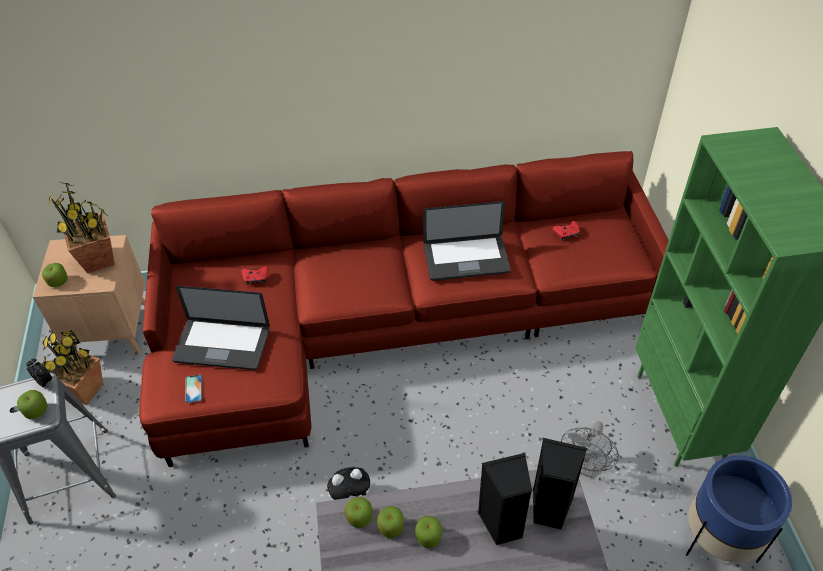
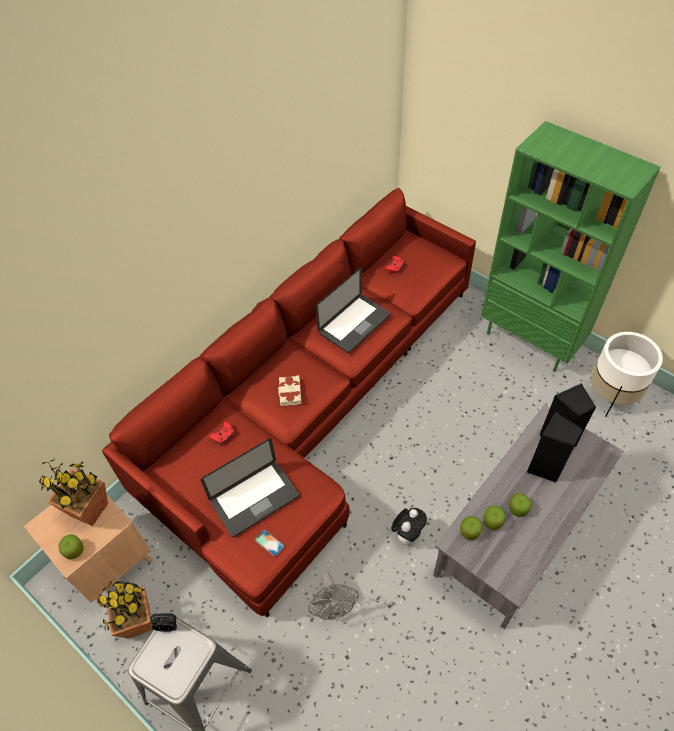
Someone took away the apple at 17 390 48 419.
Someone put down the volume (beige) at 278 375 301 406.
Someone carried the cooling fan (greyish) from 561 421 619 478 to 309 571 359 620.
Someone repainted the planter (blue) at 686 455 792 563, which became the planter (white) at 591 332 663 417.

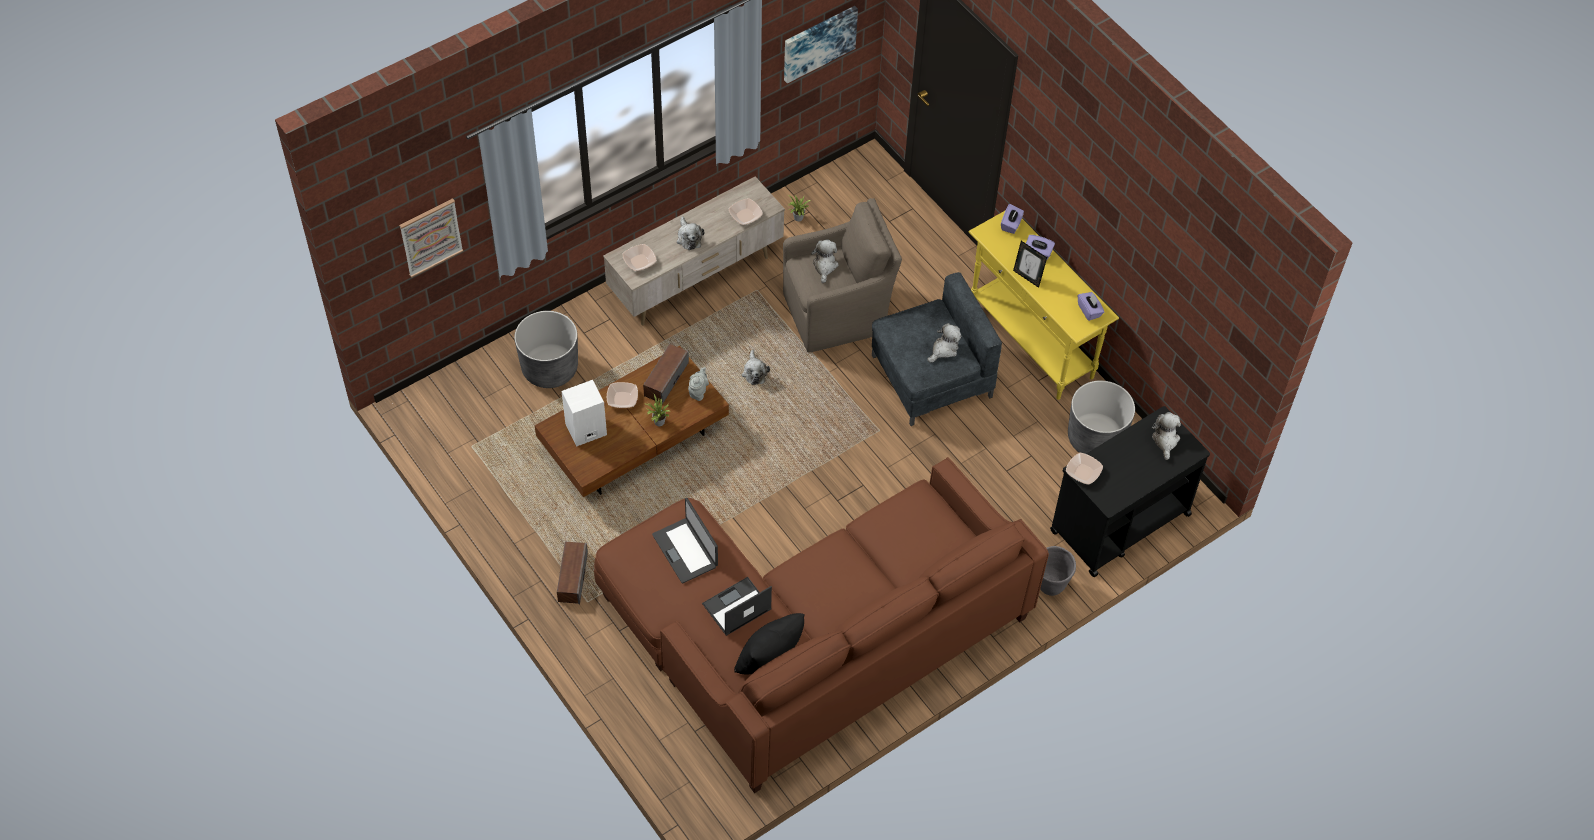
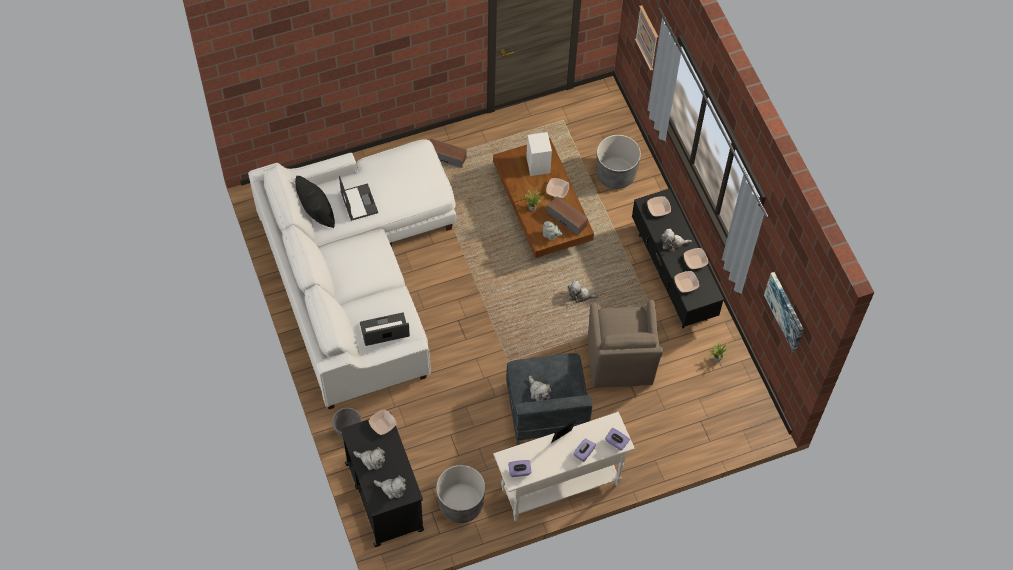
Someone put down the bowl at 684 248 708 269.
Someone carried the portable computer from 652 498 718 584 to 360 312 410 346.
Someone carried the plush toy from 811 239 839 283 to 353 447 385 470.
Someone repainted the sofa (brown-coloured) at 594 457 1049 793, which became the sofa (white) at 248 139 456 409.
Someone repainted the media console (beige) at 603 176 785 326, which became the media console (black-coloured) at 632 189 724 328.
Someone repainted the narrow table (yellow) at 969 210 1119 400, which became the narrow table (white) at 493 412 635 521.

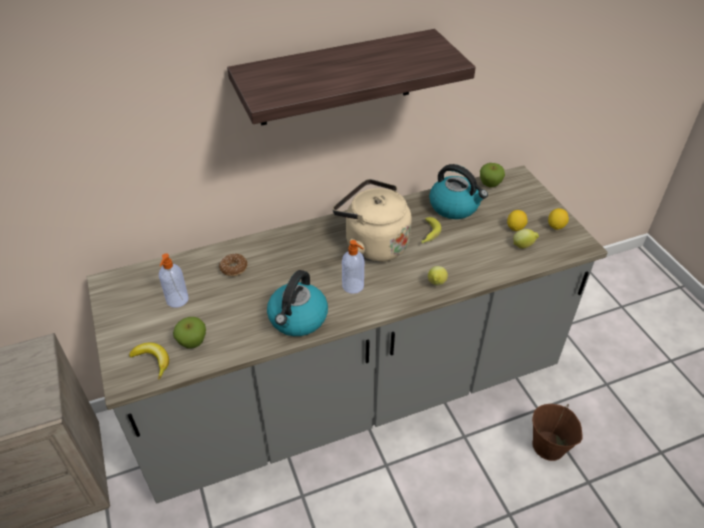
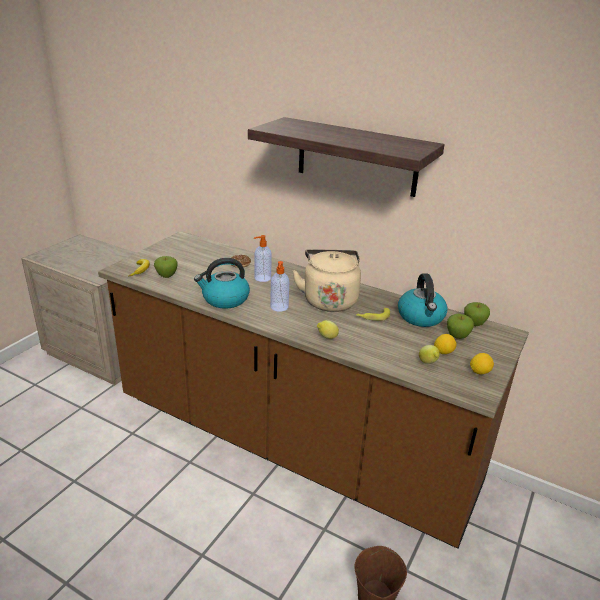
Someone put down the apple at 447 314 474 339.
Someone carried the soap bottle from 159 253 189 308 to 254 235 272 282.
Someone repainted the kitchen counter (greyish) at 87 165 608 503, which became the kitchen counter (brown-coloured) at 98 231 529 549.

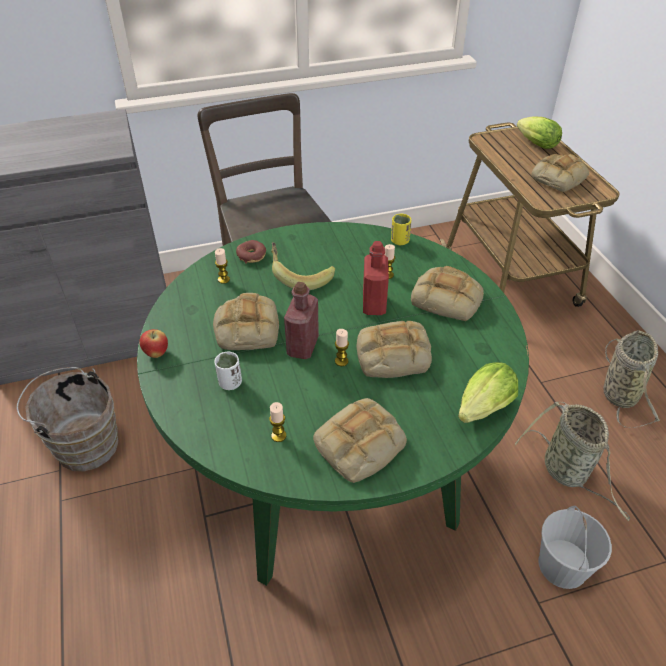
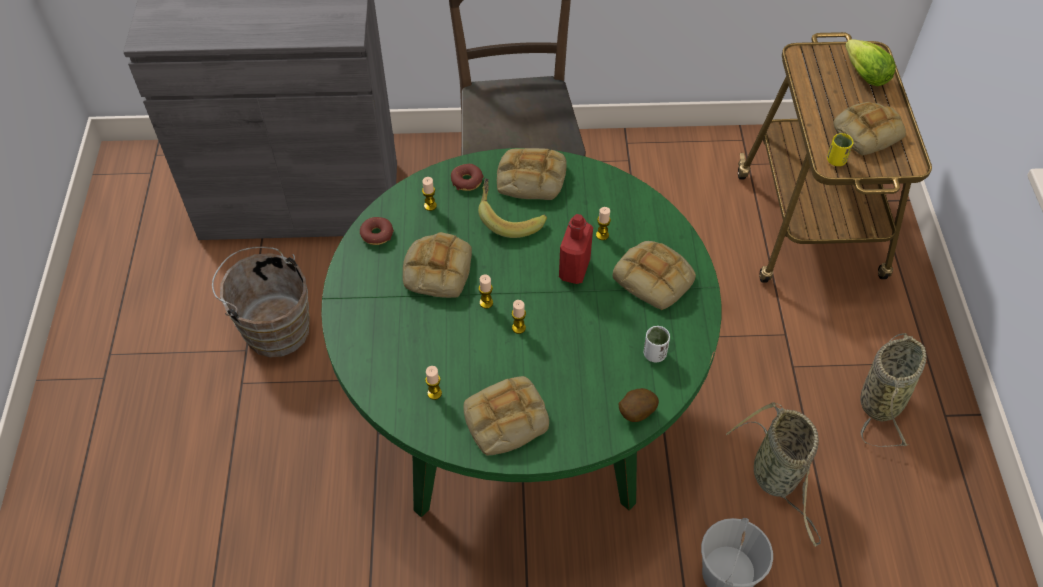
Someone took away the apple at 139 329 168 358.
Someone put down the donut at 360 217 394 245.
Someone carried the small cup (white) from 214 352 242 390 to 644 326 670 363.
Someone carried the bread from 356 321 432 378 to 497 148 567 200.
Someone carried the small cup (yellow) from 391 214 411 245 to 827 133 853 166.
Someone swapped the beverage bottle (reddish) at 284 282 319 359 for the candle at 479 274 493 309.
Someone swapped the head of lettuce at 458 362 518 423 for the whole potato at 619 388 659 422.

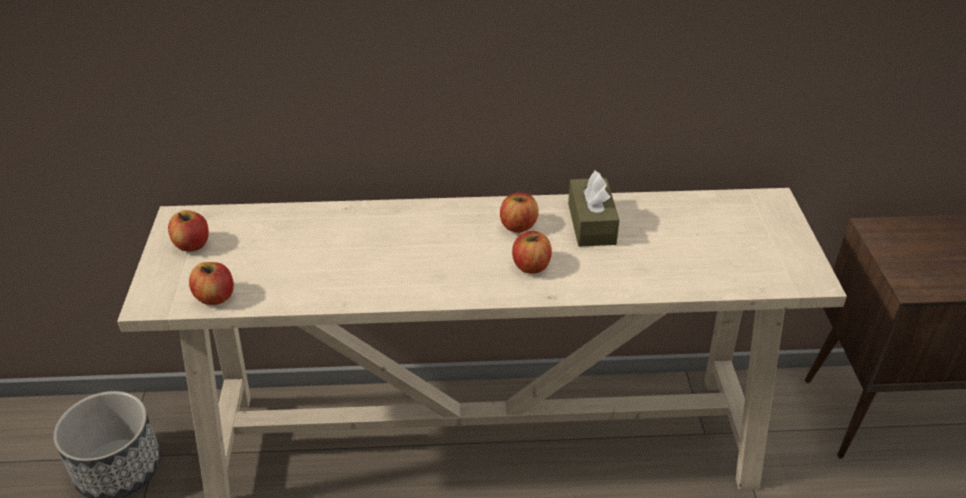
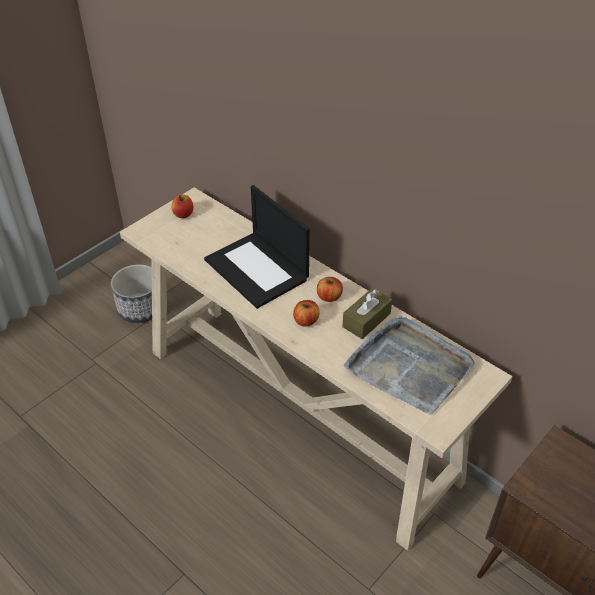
Someone took away the apple at 189 262 234 305.
Someone put down the portable computer at 204 185 310 309.
Someone put down the tray (greyish) at 344 315 475 415.

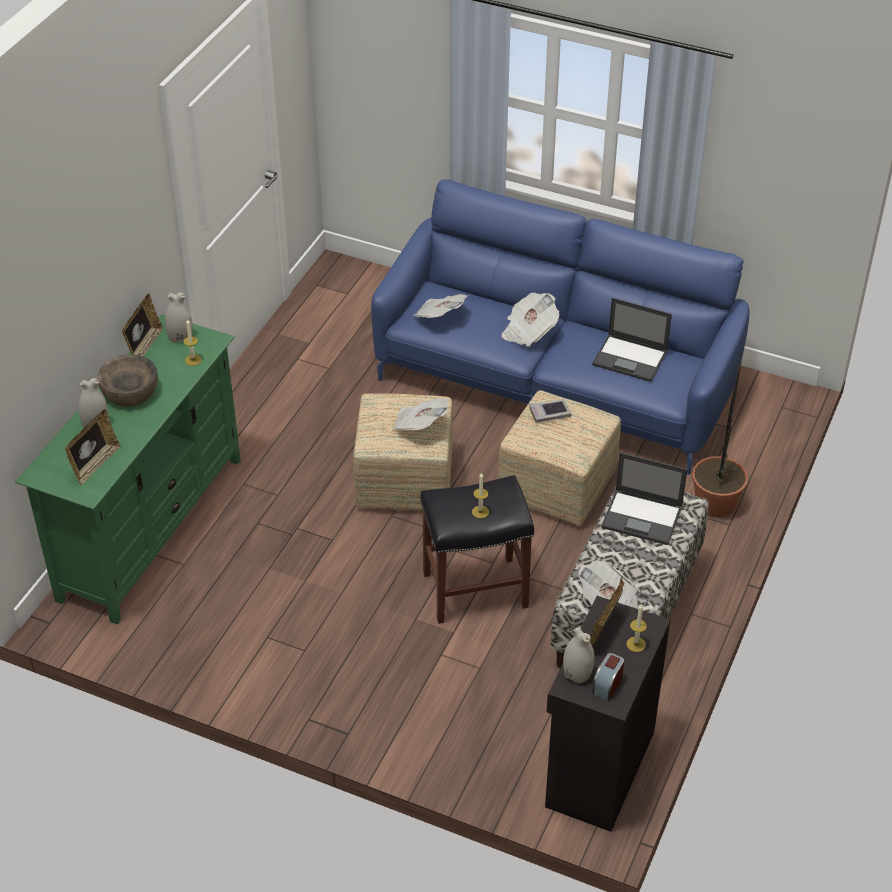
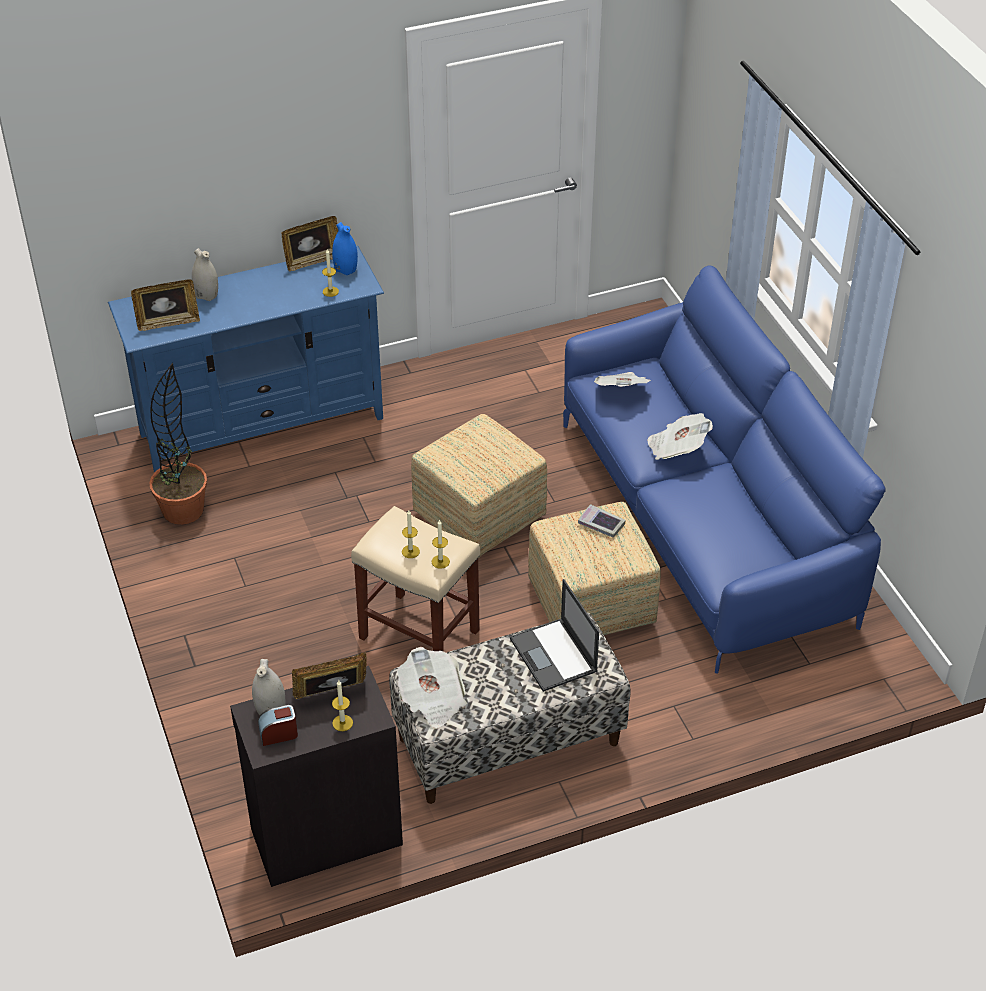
Someone took away the bowl (brown-coloured) at 98 354 158 407.
Someone took away the newspaper at 392 398 449 431.
Someone took away the portable computer at 592 298 672 382.
Someone put down the candle at 432 520 450 569.
Someone carried the plant in a pot from 692 359 748 517 to 149 363 207 525.
Someone repainted the media console (greenish) at 15 314 241 625, which became the media console (blue) at 108 245 384 473.
Someone repainted the flower vase (white) at 165 292 193 343, which became the flower vase (blue) at 332 222 358 275.
Someone repainted the sitting stool (black-coloured) at 420 475 534 624, which became the sitting stool (beige) at 351 506 480 651.

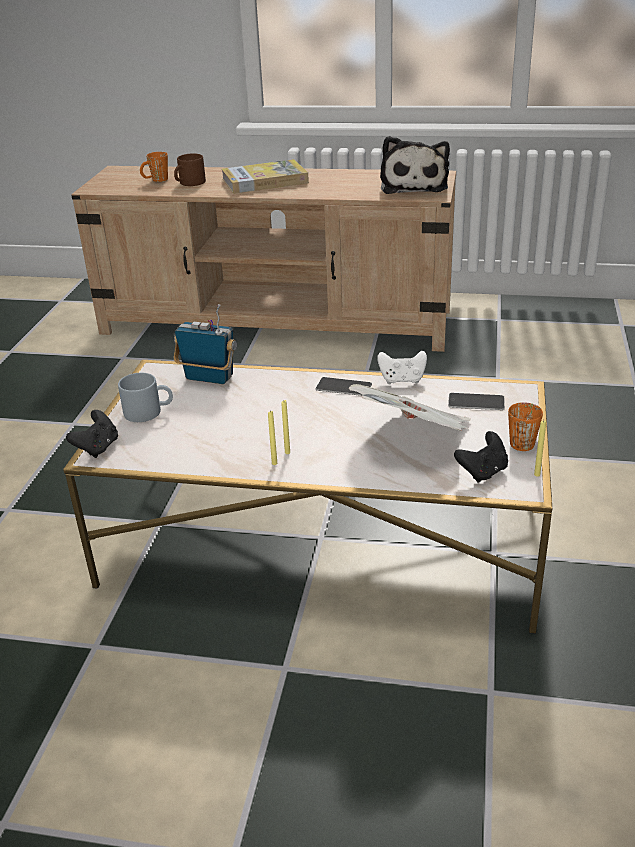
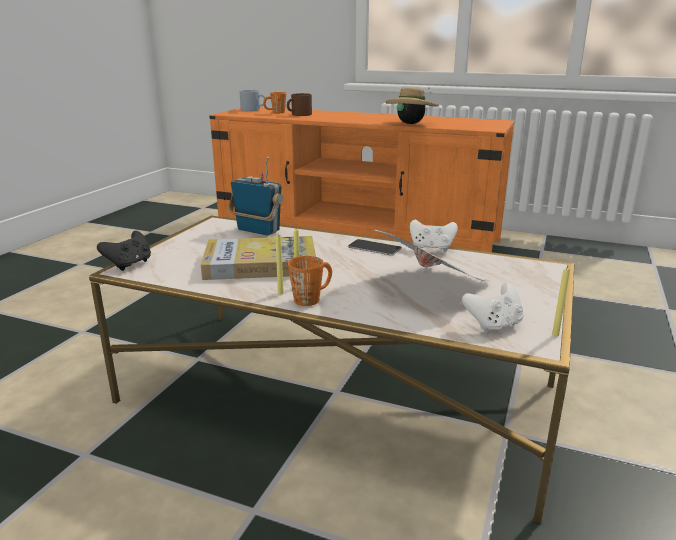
Someone took away the plush toy at 380 136 450 194.
Someone took away the handset at 448 393 505 410.
Someone put down the wearable hat (beige) at 386 88 439 124.
Someone carried the mug (greyish) from 118 373 173 422 to 240 90 266 111.
Someone carried the volume from 222 159 309 194 to 201 236 316 280.
Someone carried the mug (orangey) from 508 402 543 451 to 288 256 332 306.
Someone repainted the media console (beige) at 71 166 456 352, which became the media console (orangey) at 209 107 514 252.
Someone repainted the joypad (black-coloured) at 454 431 508 483, which became the joypad (white) at 462 283 524 333.

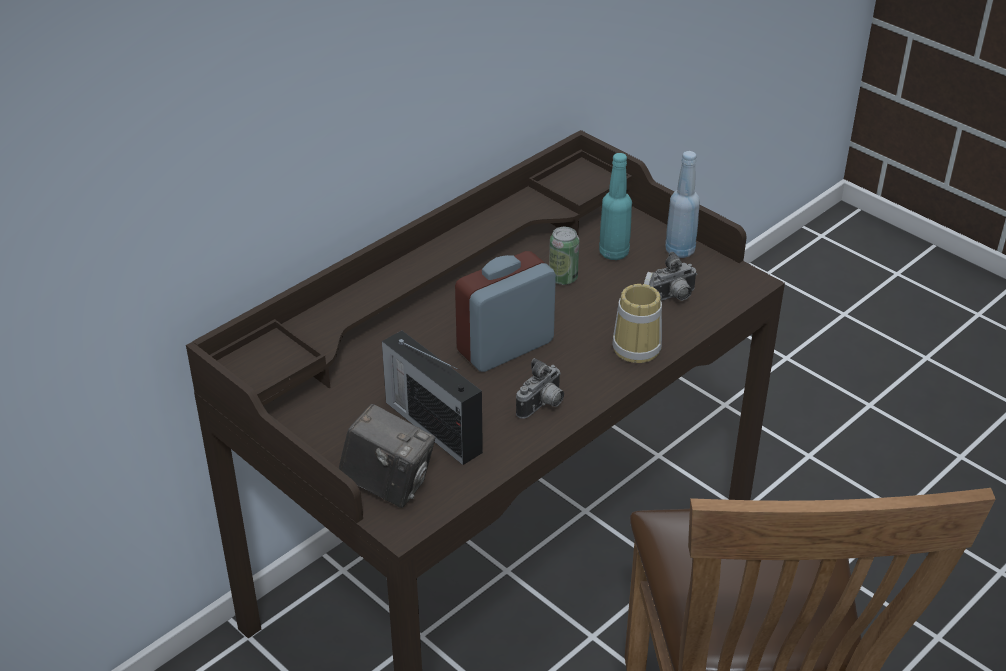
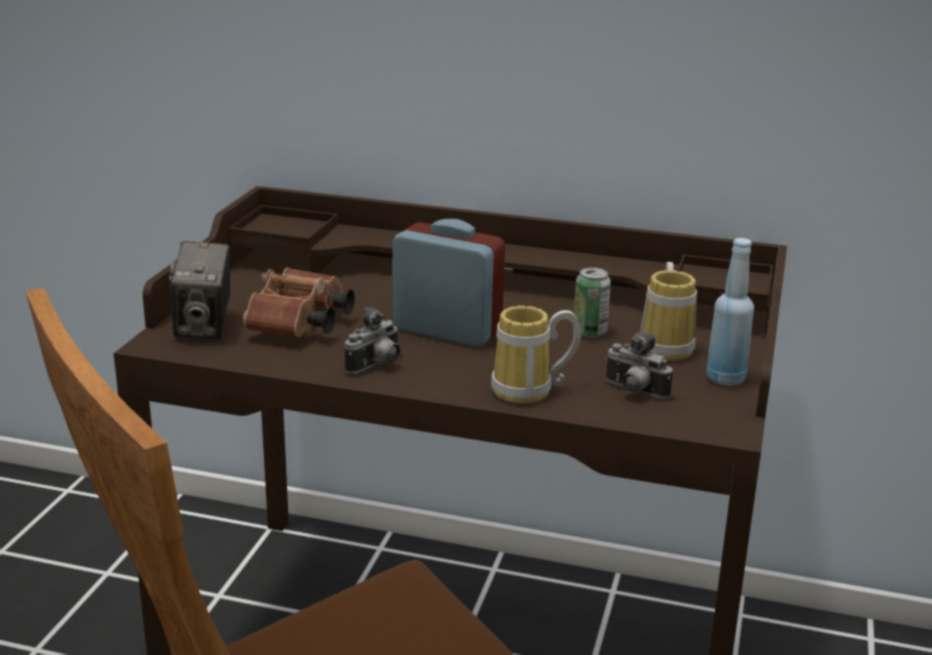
Someone swapped the radio receiver at 382 330 483 465 for the pair of binoculars (brown-coloured) at 242 268 355 338.
Someone swapped the beverage bottle (turquoise-coloured) at 599 153 632 260 for the mug at 640 262 697 361.
Someone rotated the photo camera at 516 358 564 419 by 60 degrees counterclockwise.

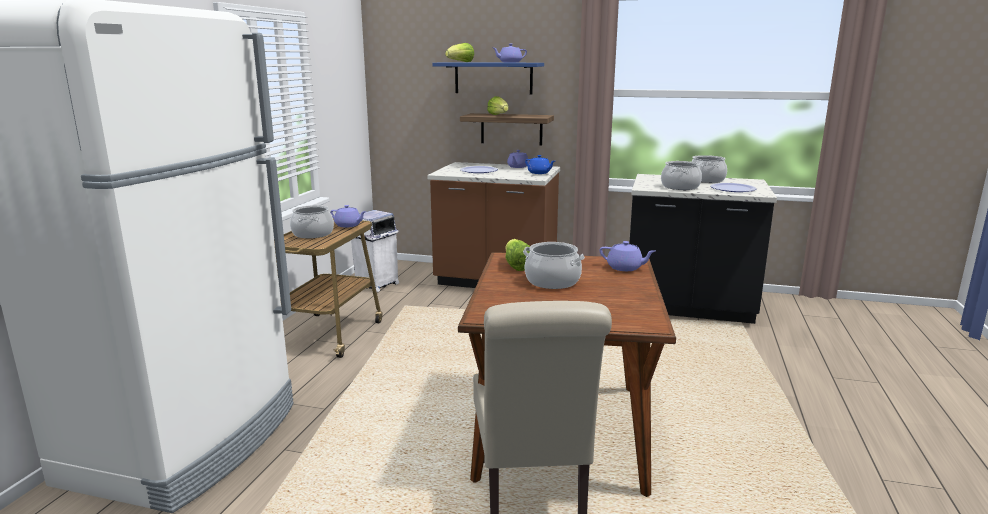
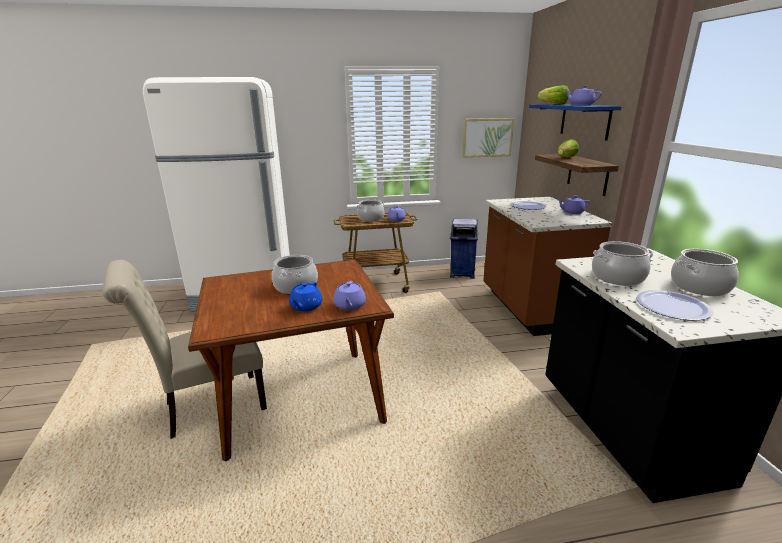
Someone took away the head of lettuce at 505 239 530 271.
Someone put up the picture at 462 118 514 158.
Someone carried the teapot (blue) from 525 155 555 174 to 289 282 322 312.
Someone repainted the trash can (white) at 351 210 399 292, which became the trash can (blue) at 450 219 478 279.

